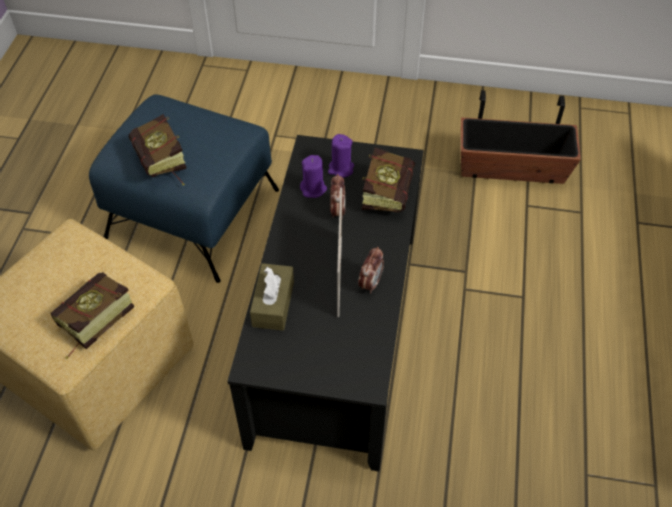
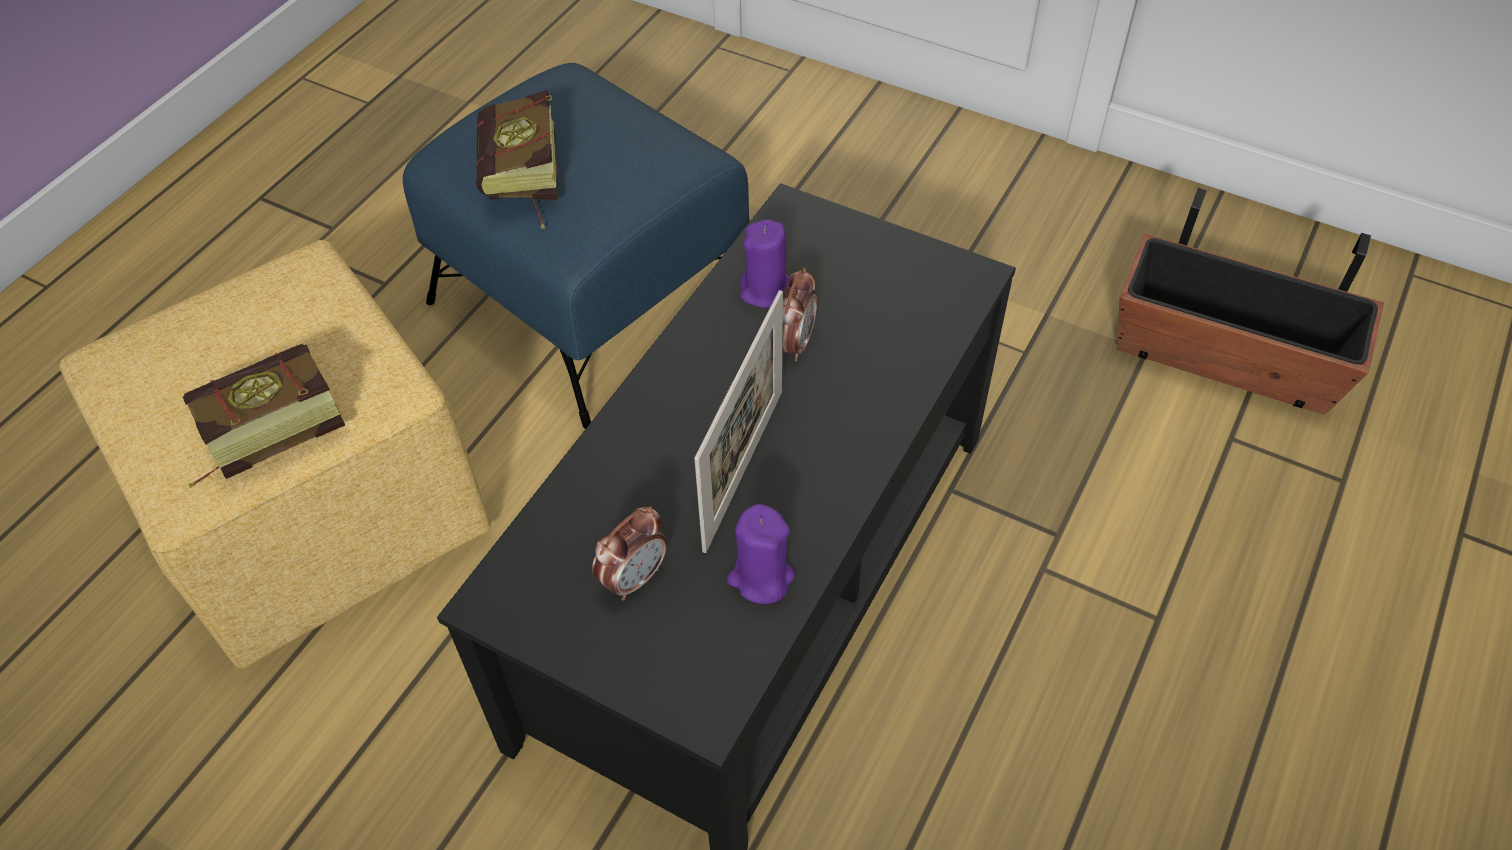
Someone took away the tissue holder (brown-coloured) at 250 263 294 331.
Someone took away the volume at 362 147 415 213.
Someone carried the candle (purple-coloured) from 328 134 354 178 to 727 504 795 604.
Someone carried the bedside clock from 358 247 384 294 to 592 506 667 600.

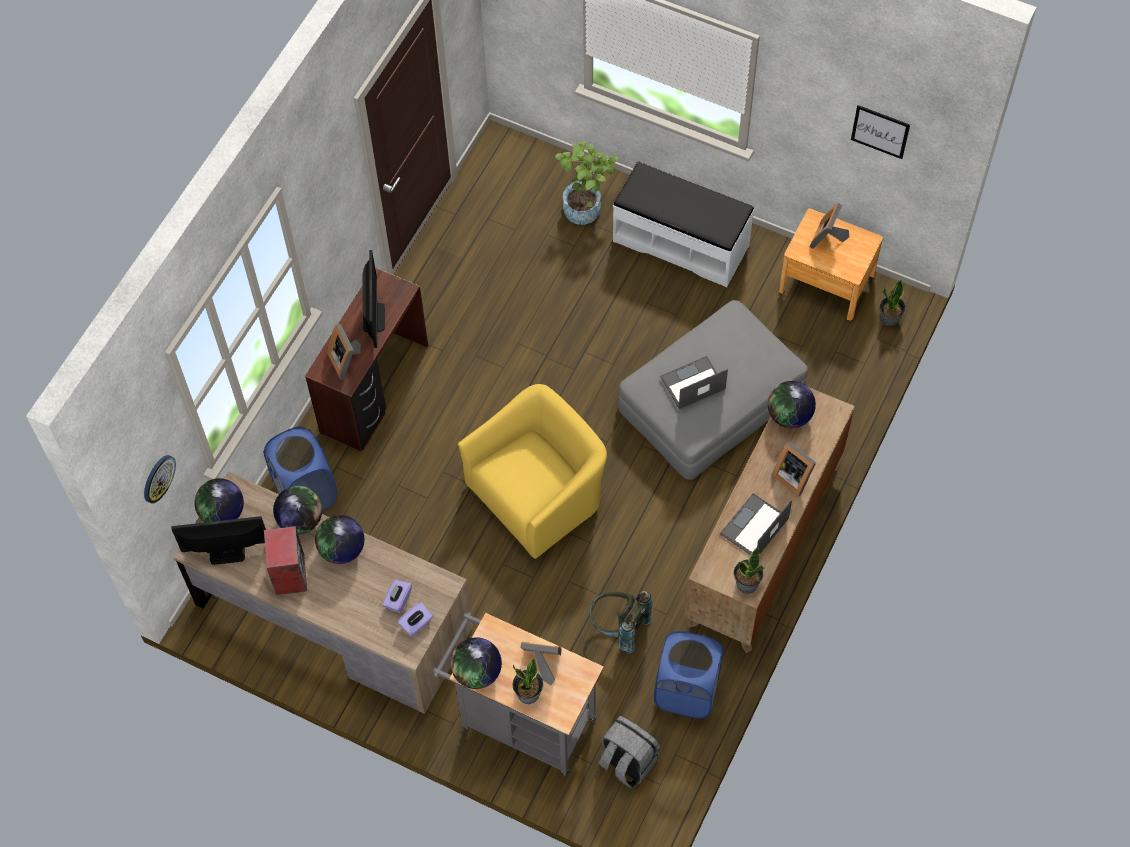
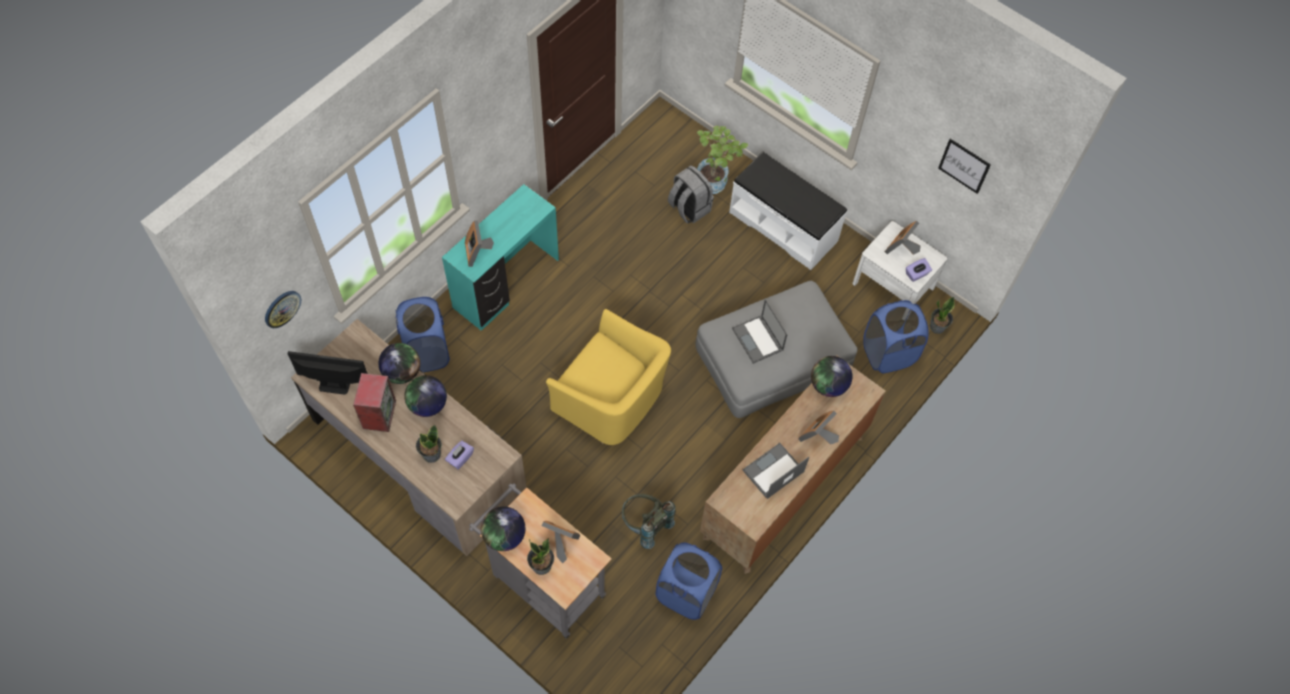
Someone took away the world globe at 195 478 244 522.
Someone took away the computer screen at 362 250 385 348.
Someone put down the laundry basket (blue) at 863 300 929 373.
Someone carried the tissue holder (purple-coloured) from 397 602 433 636 to 906 258 932 282.
Someone carried the backpack (greyish) from 598 716 660 789 to 668 165 714 223.
Someone carried the plant in a pot from 733 547 765 594 to 416 424 442 463.
Someone repainted the desk unit (brown-coloured) at 305 268 428 452, which became the desk unit (turquoise-coloured) at 442 184 559 330.
Someone repainted the night table (brown-coloured) at 779 208 883 321, which became the night table (white) at 852 221 947 304.
Someone rotated the easy chair (yellow) at 458 384 607 559 by 60 degrees clockwise.
Someone rotated the portable computer at 660 356 728 409 by 105 degrees counterclockwise.
Someone rotated the picture frame at 772 441 816 497 by 75 degrees clockwise.

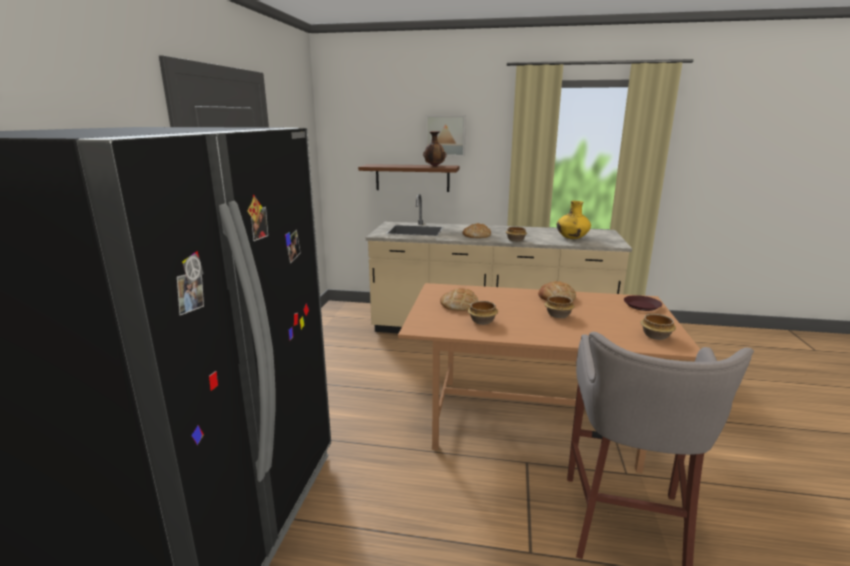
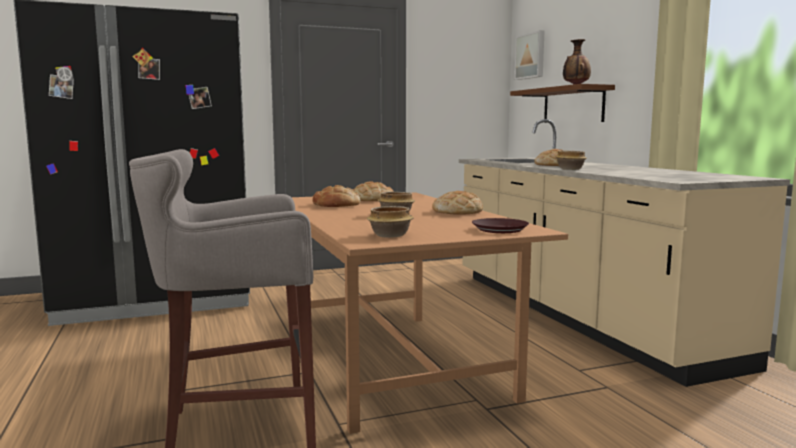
Someone took away the flower vase (yellow) at 557 201 591 239.
Someone carried the picture from 426 115 466 157 to 514 30 545 80.
Someone swapped the bowl at 468 301 498 325 for the bread at 312 185 361 207.

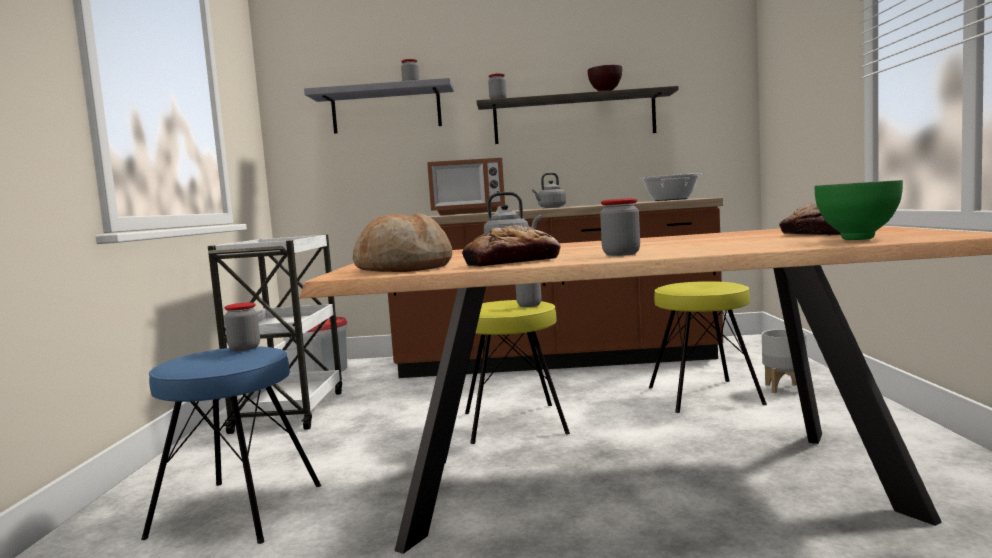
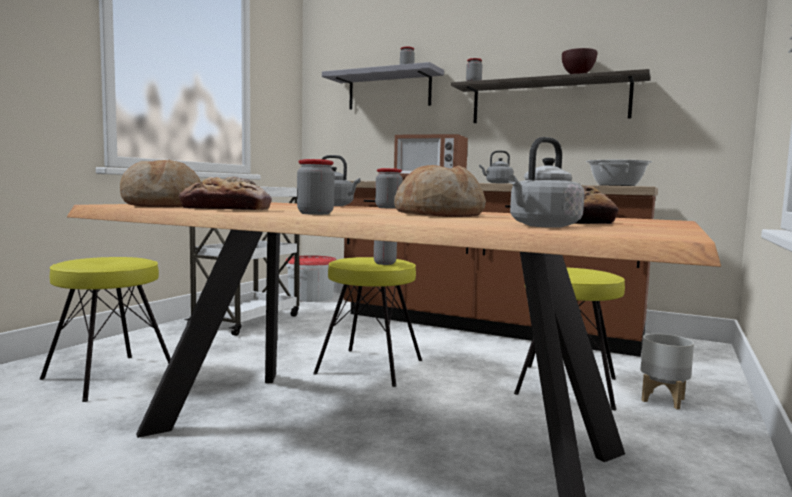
Someone put down the bread at 394 165 486 217.
Someone carried the storage jar from 224 303 260 351 to 375 168 403 209.
Someone swapped the bowl (greenish) at 815 180 903 240 for the water kettle (greyish) at 508 137 584 228.
Someone repainted the sitting stool (blue) at 141 346 321 544, which became the sitting stool (yellow) at 40 257 171 402.

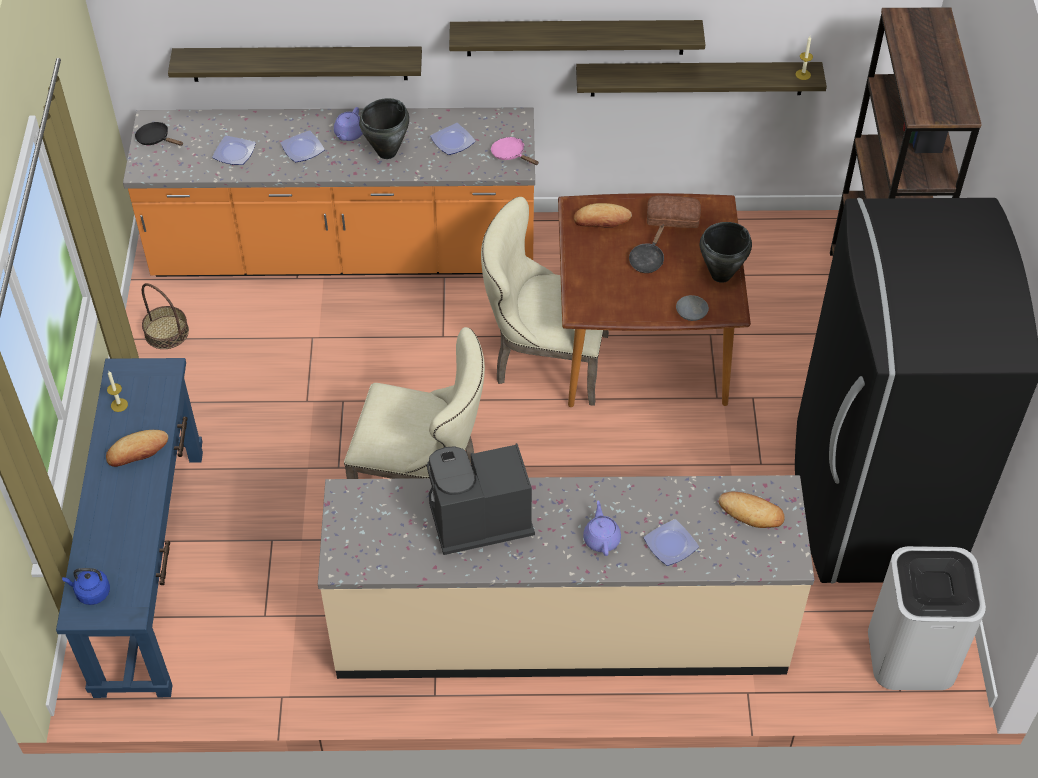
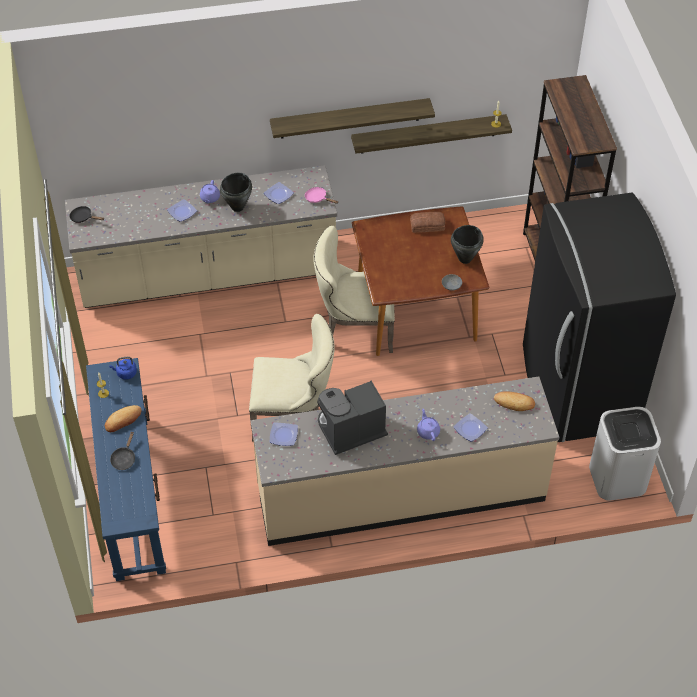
Someone took away the household basket at 142 283 189 349.
Someone took away the shelf at 168 47 422 82.
Someone took away the bread at 574 203 632 228.
Someone carried the water kettle (blue) from 62 568 110 605 to 109 357 137 380.
Someone carried the flat dish from 212 135 256 165 to 270 422 298 446.
Someone carried the frying pan (black-coloured) from 629 224 664 273 to 110 432 135 470.
Someone repainted the kitchen counter (orangey) at 123 107 535 277, which became the kitchen counter (beige) at 65 165 337 308.

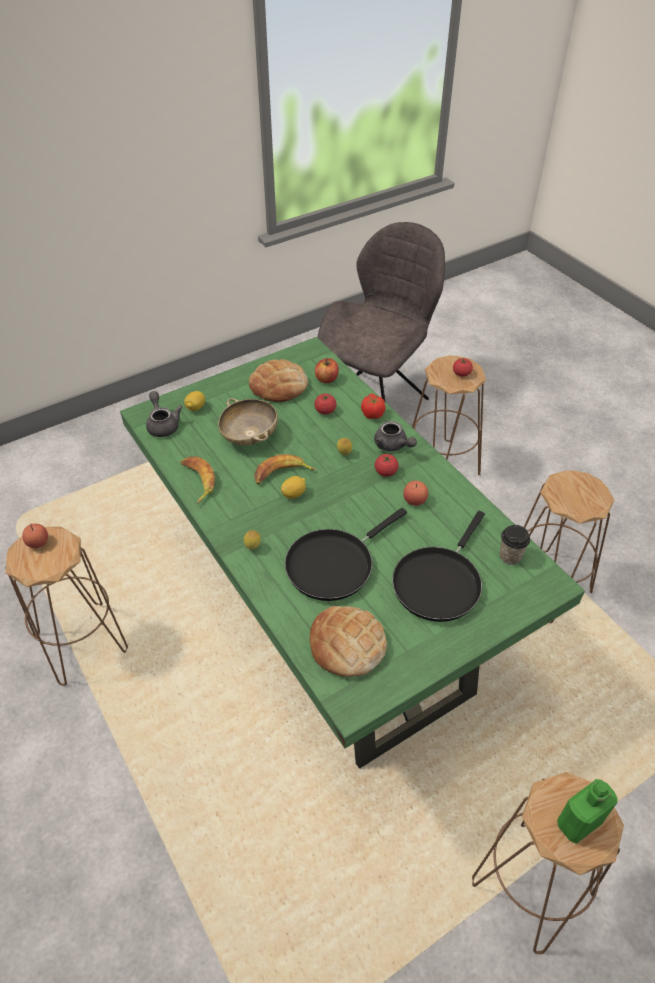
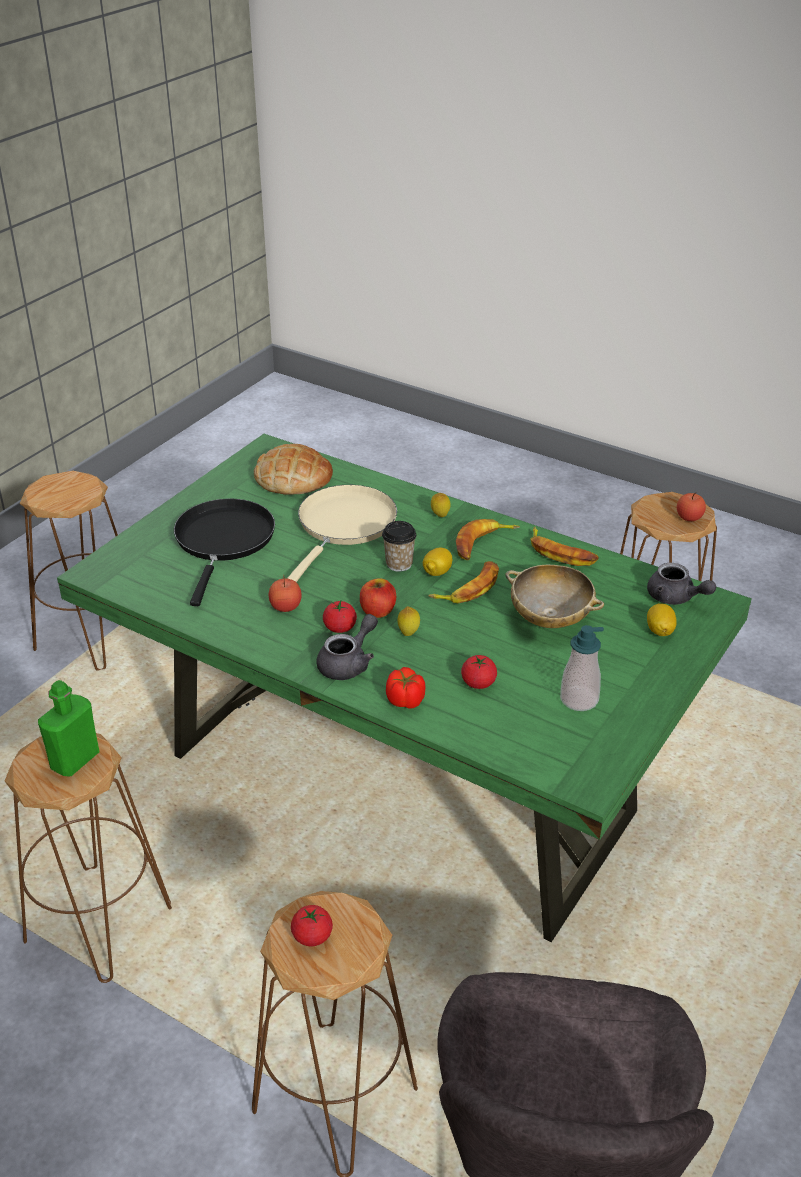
Someone put down the banana at 456 519 520 560.
Someone carried the apple from 315 358 339 383 to 360 578 396 618.
Someone carried the small cup from 500 525 530 565 to 382 521 416 572.
Someone carried the beverage bottle (greenish) from 557 779 617 844 to 38 680 100 776.
Someone swapped the bread at 249 359 308 402 for the soap bottle at 560 625 604 711.
Someone repainted the frying pan (black-coloured) at 285 508 407 601, which became the frying pan (beige) at 287 485 397 582.
Someone rotated the teapot (greyish) at 374 421 417 451 by 105 degrees clockwise.

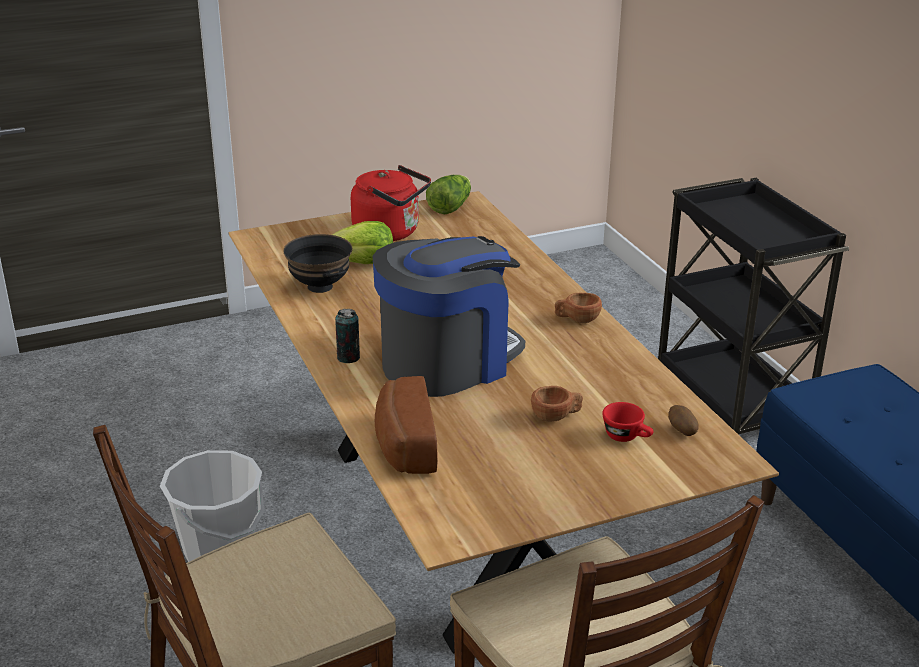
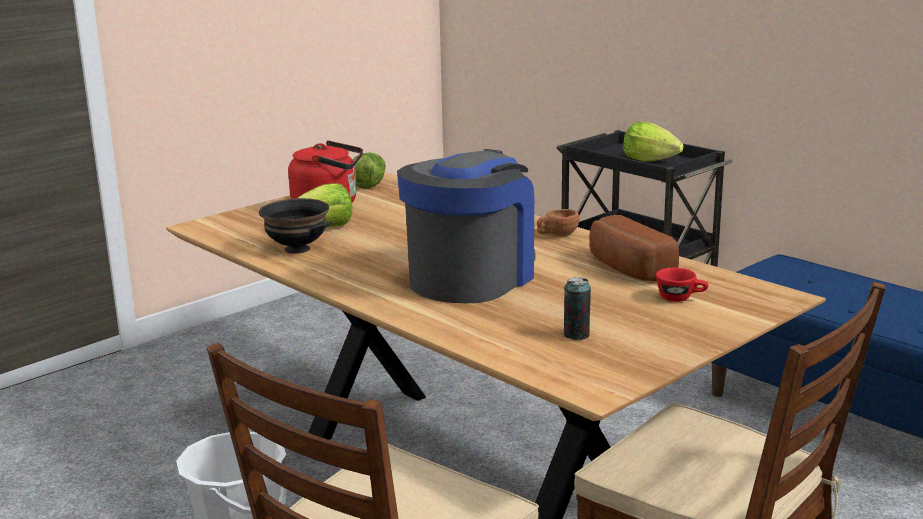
Someone took away the small cup (brown-coloured) at 531 386 583 422.
Someone took away the whole potato at 668 405 699 436.
Someone put down the head of lettuce at 623 122 684 162.
Someone carried the can from 335 309 360 363 to 564 277 591 340.
Someone carried the bread from 375 376 437 474 to 589 215 679 282.

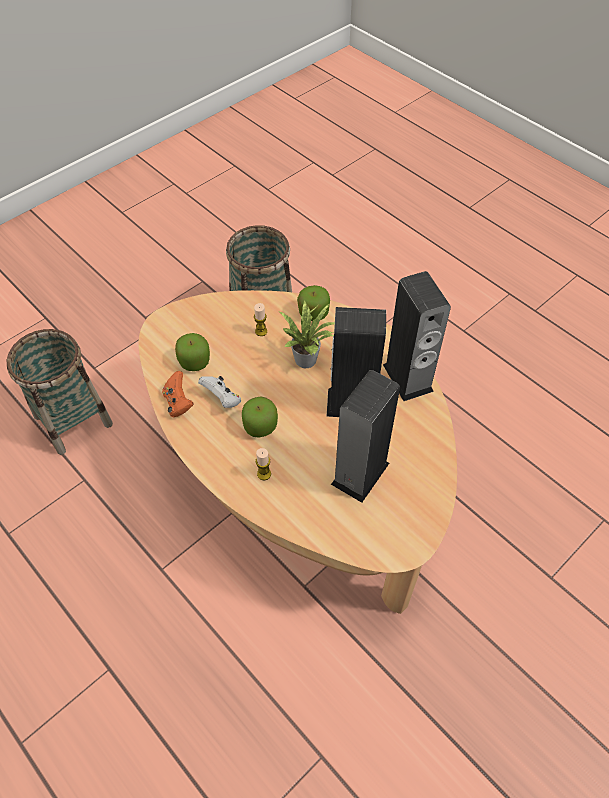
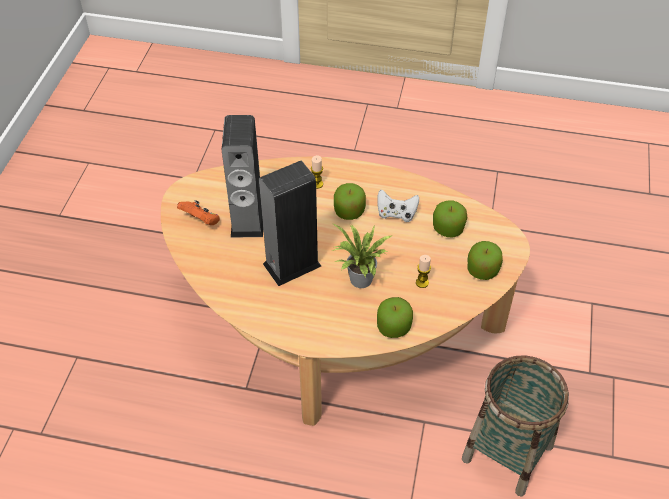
Someone took away the household basket at 7 329 113 455.
Someone took away the loudspeaker at 383 271 451 401.
Someone put down the apple at 467 241 503 280.
Someone carried the joypad (orangey) from 162 371 194 417 to 177 200 220 225.

